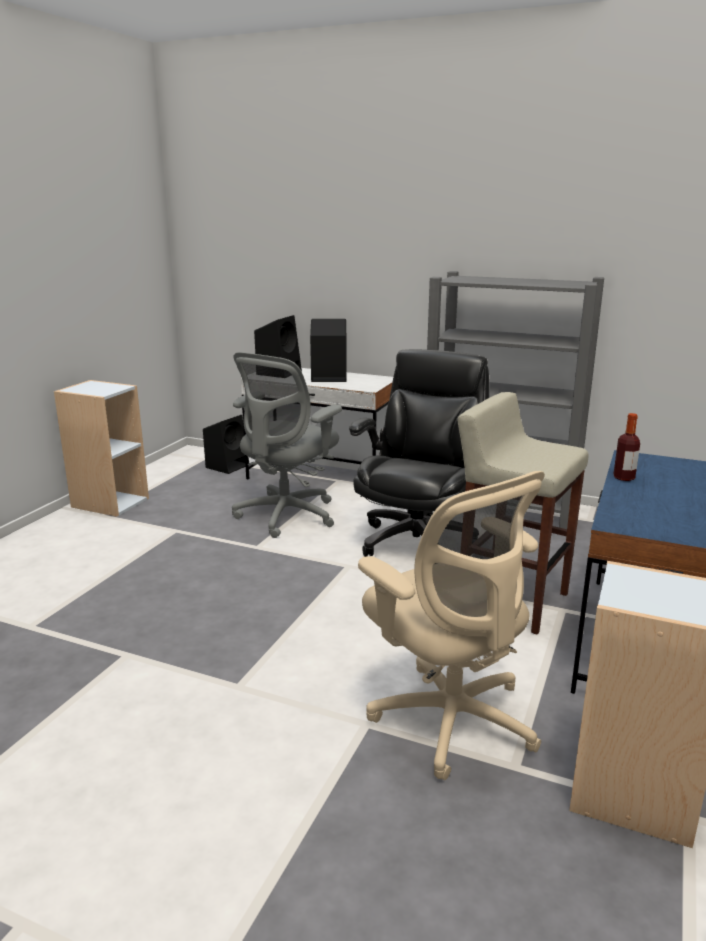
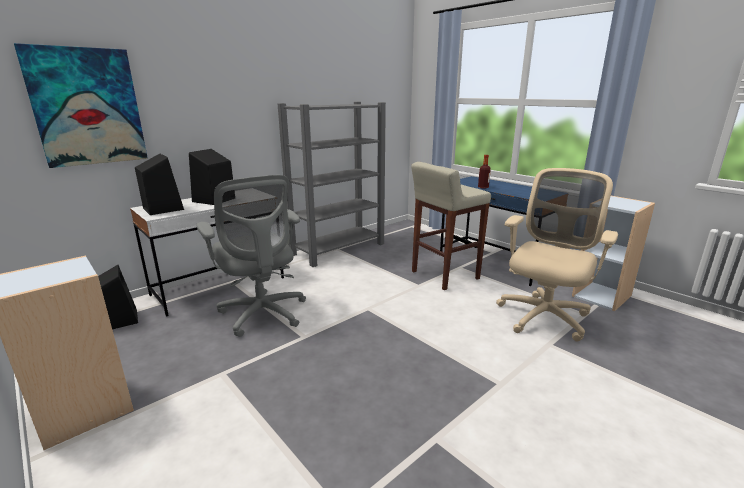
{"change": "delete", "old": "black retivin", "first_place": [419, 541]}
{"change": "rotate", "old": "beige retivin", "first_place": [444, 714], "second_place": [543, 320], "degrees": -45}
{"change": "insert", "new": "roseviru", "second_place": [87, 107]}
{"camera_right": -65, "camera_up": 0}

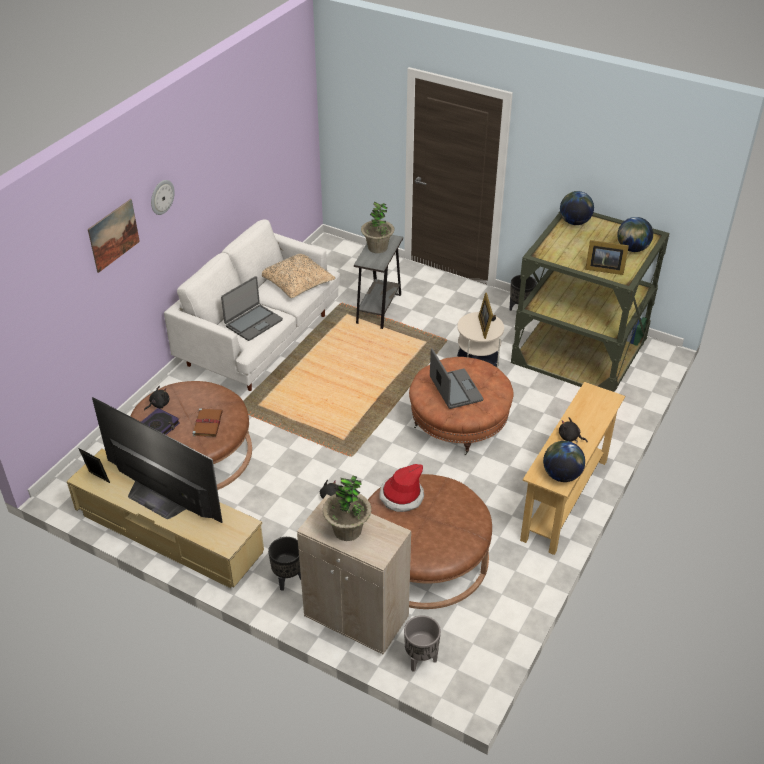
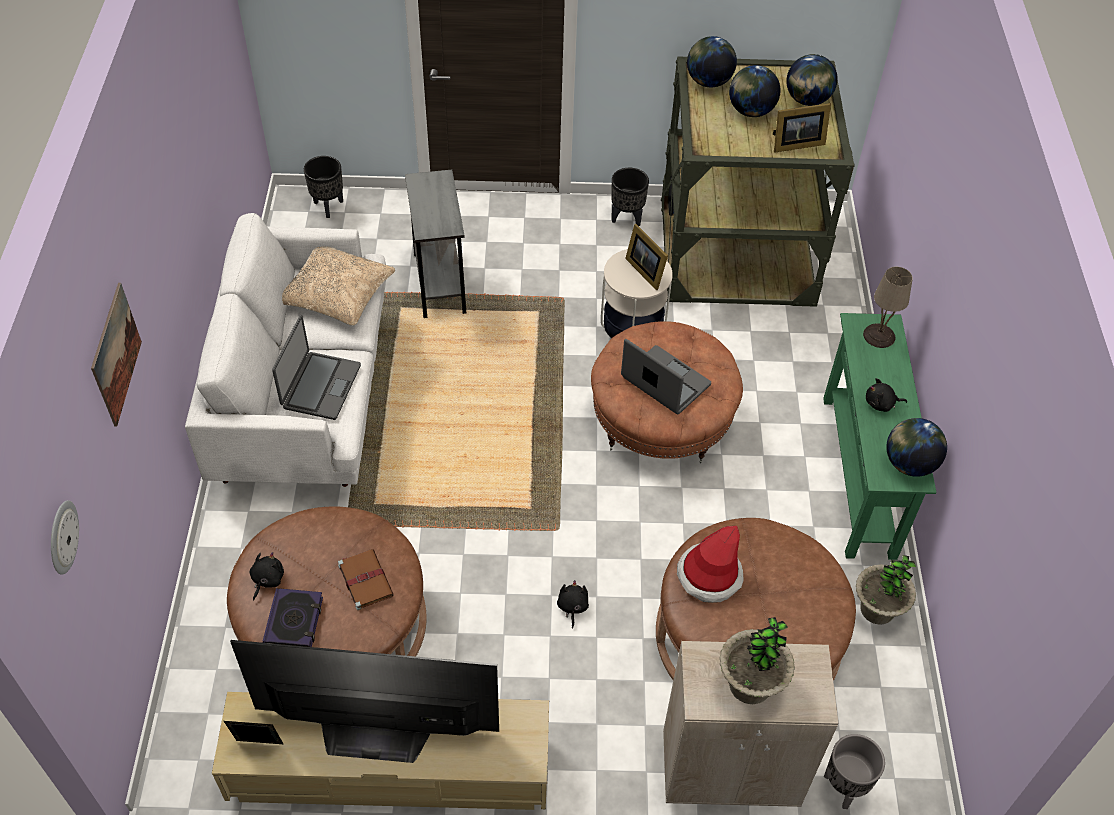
{"change": "move", "old": "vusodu", "first_place": [161, 197], "second_place": [62, 537]}
{"change": "move", "old": "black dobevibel", "first_place": [288, 579], "second_place": [328, 206]}
{"change": "move", "old": "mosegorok", "first_place": [377, 248], "second_place": [877, 609]}
{"change": "recolor", "old": "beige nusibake", "new": "green nusibake", "first_place": [565, 499], "second_place": [859, 475]}
{"change": "insert", "new": "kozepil", "second_place": [750, 111]}
{"change": "insert", "new": "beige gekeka", "second_place": [879, 336]}
{"camera_right": -30, "camera_up": 10}

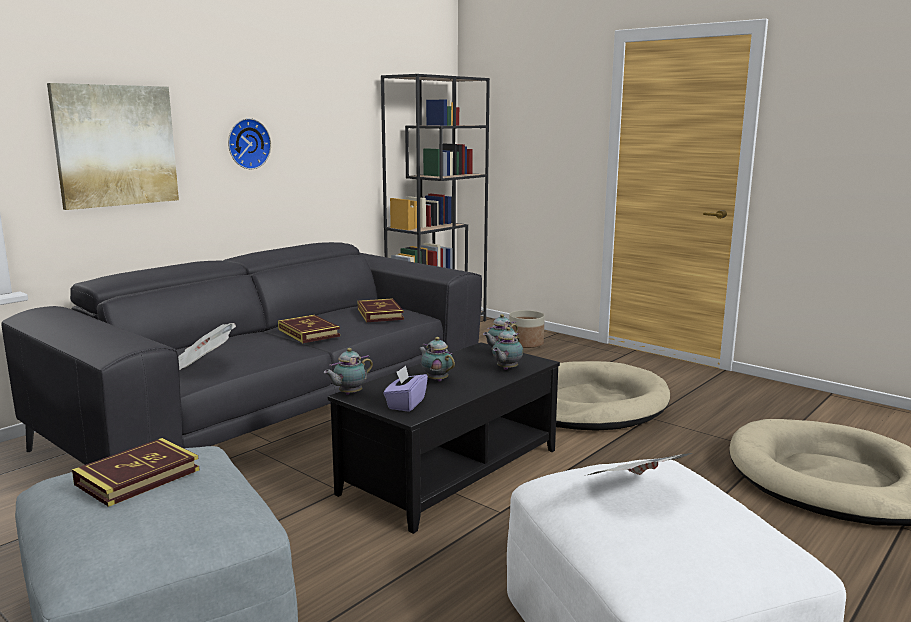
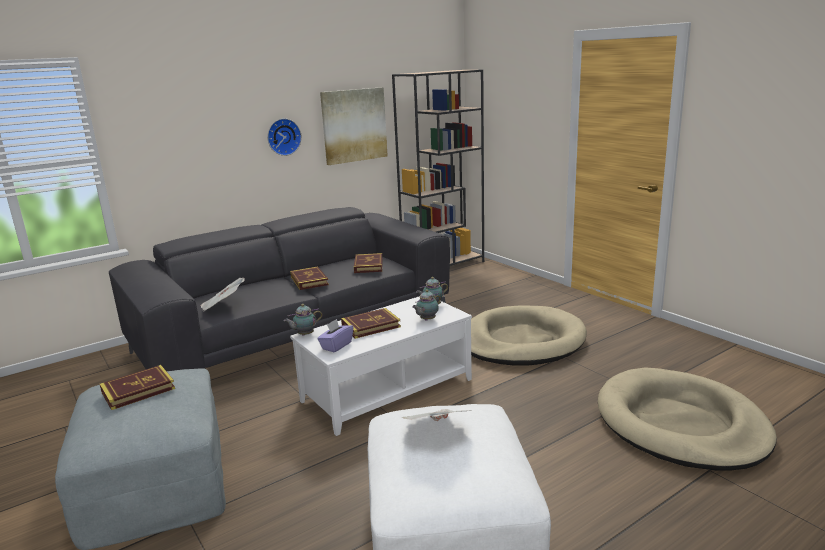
{"change": "move", "old": "roseviru", "first_place": [116, 145], "second_place": [354, 125]}
{"change": "recolor", "old": "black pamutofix", "new": "white pamutofix", "first_place": [449, 470], "second_place": [386, 390]}
{"change": "replace", "old": "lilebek", "new": "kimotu", "first_place": [436, 380], "second_place": [371, 326]}
{"change": "delete", "old": "dobevibel", "first_place": [526, 343]}
{"camera_right": 15, "camera_up": 5}

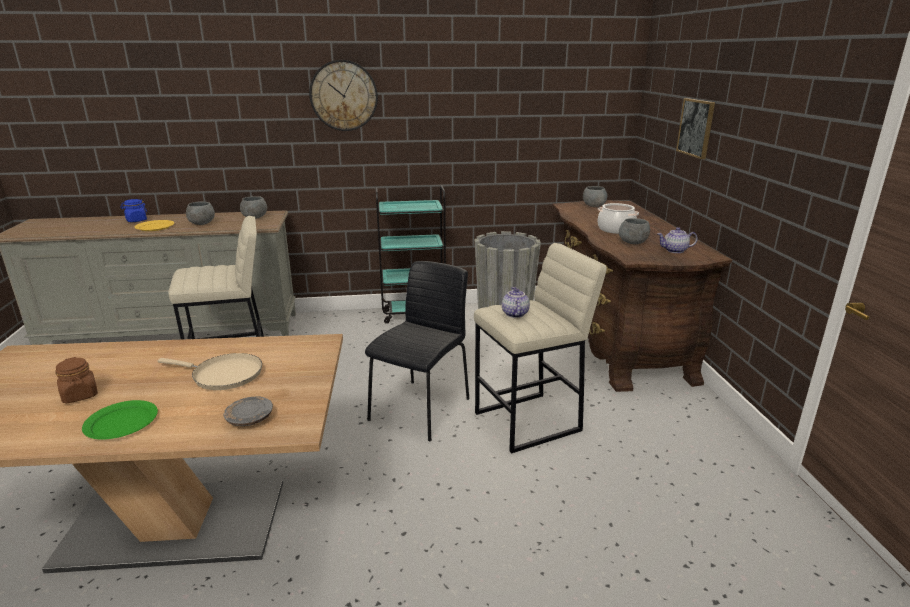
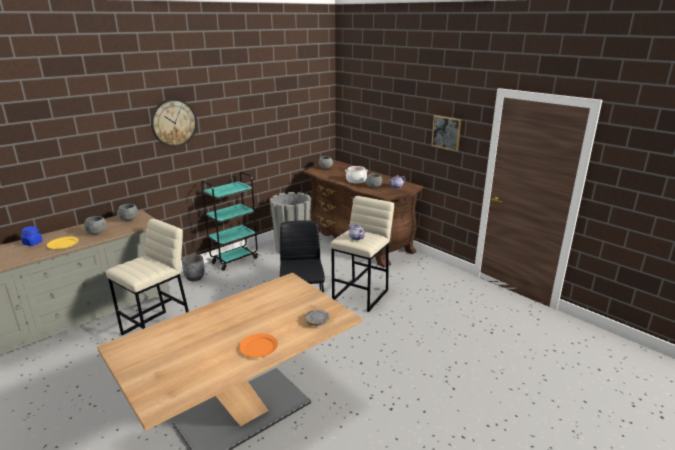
{"change": "delete", "old": "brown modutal", "first_place": [80, 395]}
{"change": "recolor", "old": "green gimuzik", "new": "orange gimuzik", "first_place": [122, 422], "second_place": [258, 347]}
{"change": "delete", "old": "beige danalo", "first_place": [223, 375]}
{"change": "move", "old": "roseviru", "first_place": [696, 128], "second_place": [446, 132]}
{"change": "insert", "new": "grey dobevibel", "second_place": [195, 277]}
{"camera_right": -35, "camera_up": 0}

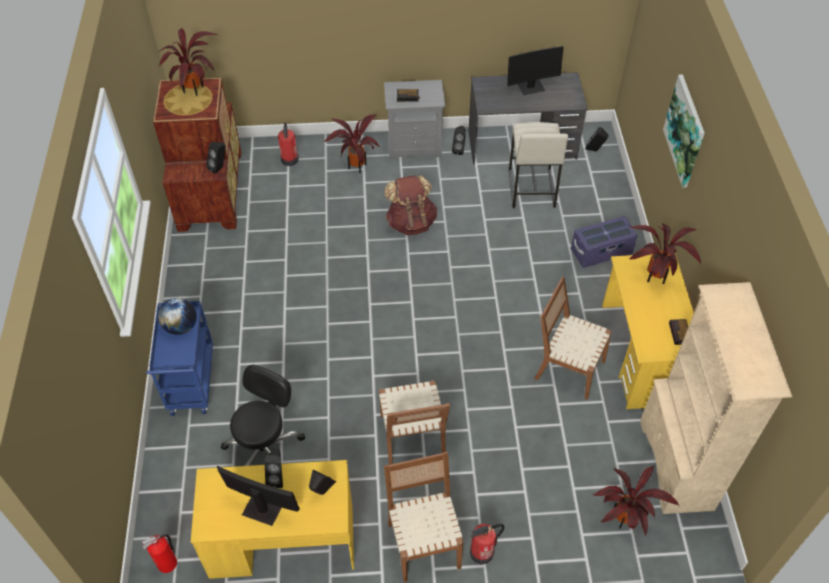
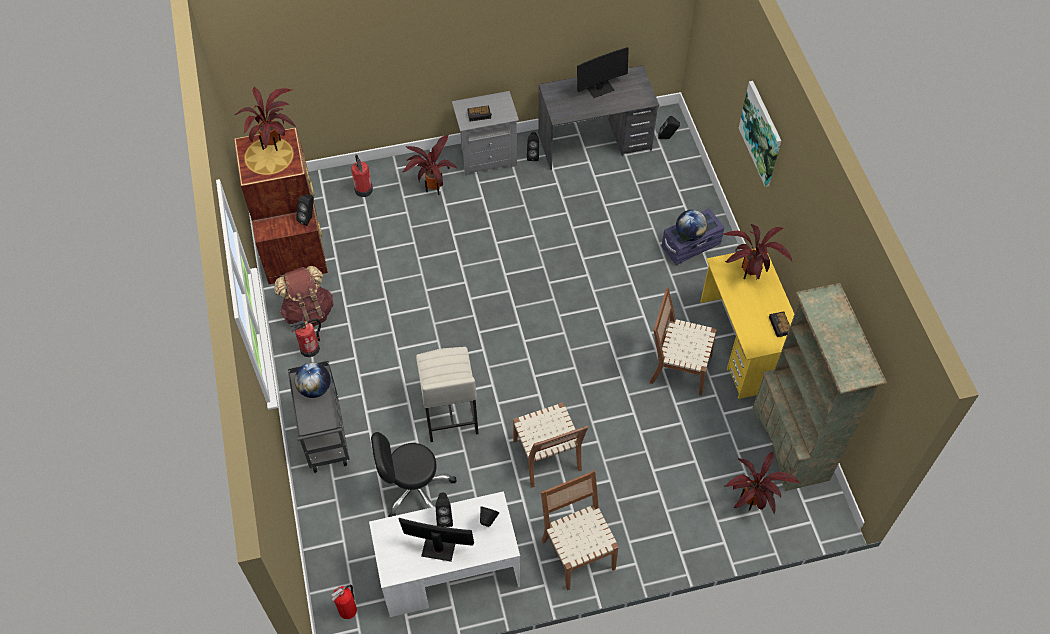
{"change": "recolor", "old": "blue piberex", "new": "grey piberex", "first_place": [192, 385], "second_place": [326, 440]}
{"change": "recolor", "old": "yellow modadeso", "new": "white modadeso", "first_place": [282, 541], "second_place": [448, 572]}
{"change": "rotate", "old": "black retivin", "first_place": [265, 448], "second_place": [412, 489], "degrees": -120}
{"change": "move", "old": "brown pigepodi", "first_place": [411, 222], "second_place": [308, 312]}
{"change": "move", "old": "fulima", "first_place": [482, 552], "second_place": [310, 348]}
{"change": "move", "old": "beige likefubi", "first_place": [531, 188], "second_place": [450, 412]}
{"change": "recolor", "old": "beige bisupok", "new": "green bisupok", "first_place": [677, 464], "second_place": [791, 443]}
{"change": "insert", "new": "kozepil", "second_place": [689, 234]}
{"camera_right": -10, "camera_up": 5}

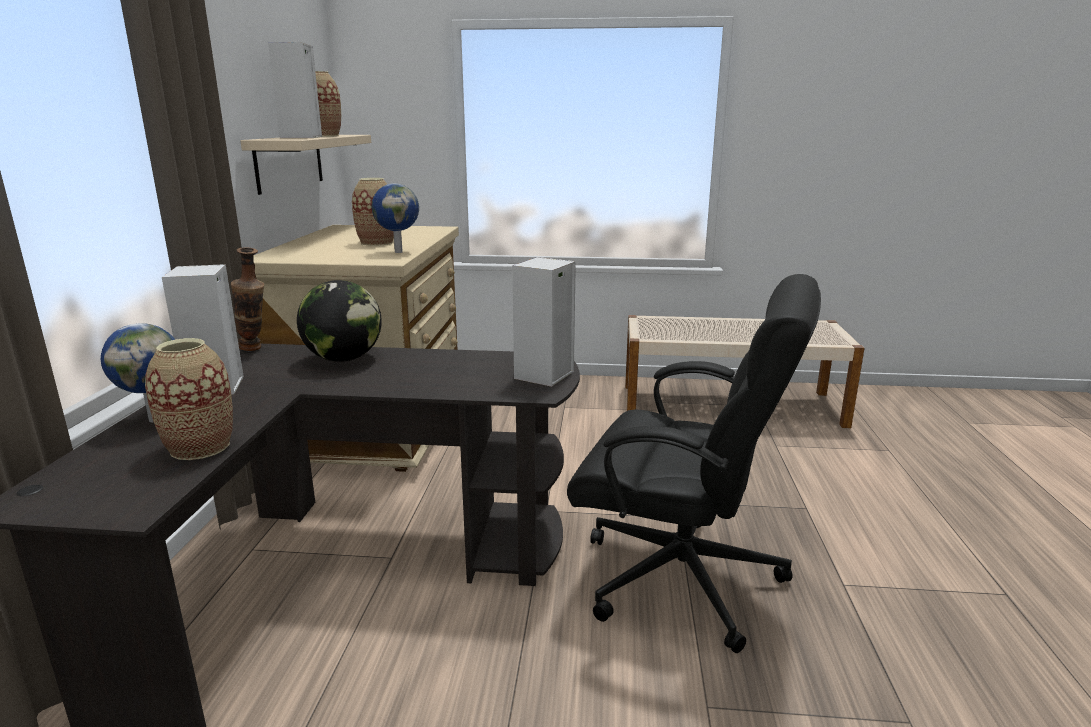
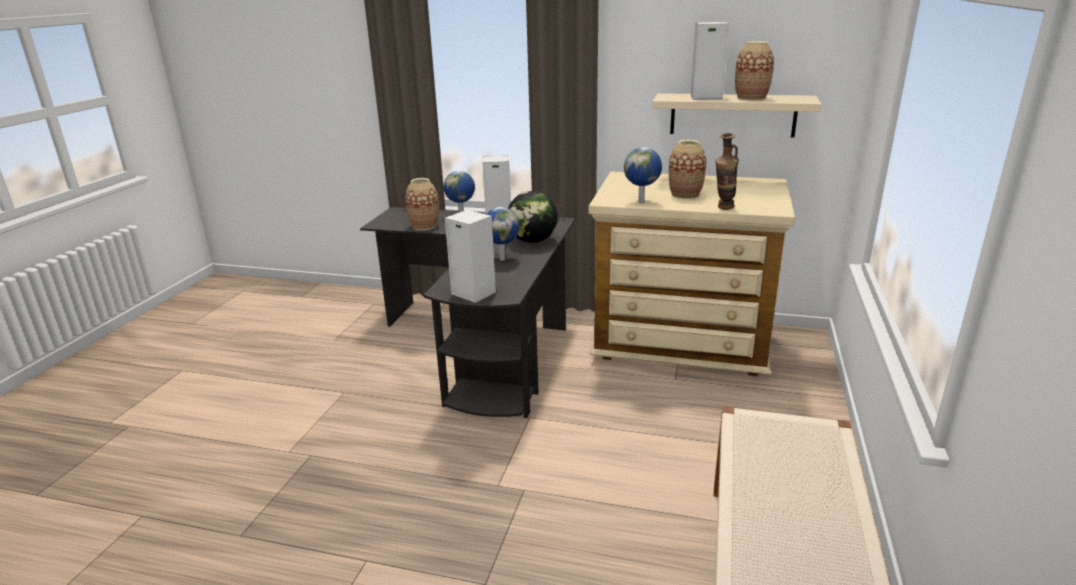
{"change": "move", "old": "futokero", "first_place": [255, 349], "second_place": [723, 209]}
{"change": "delete", "old": "black retivin", "first_place": [679, 577]}
{"change": "insert", "new": "kozepil", "second_place": [502, 259]}
{"camera_right": 100, "camera_up": 5}

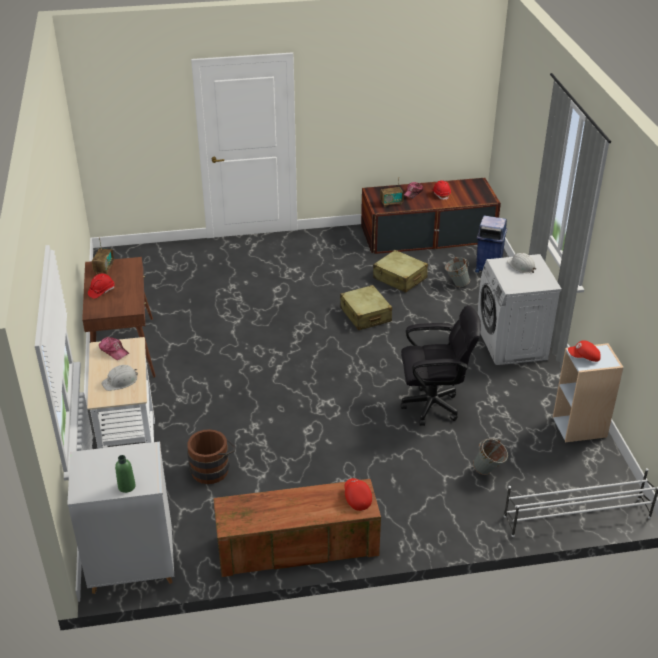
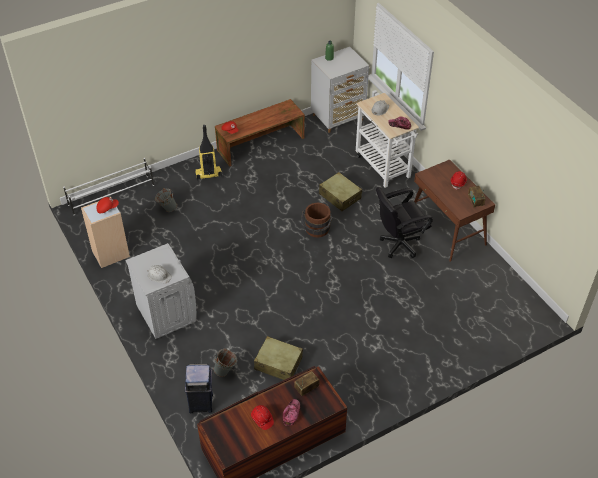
{"change": "move", "old": "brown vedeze", "first_place": [212, 468], "second_place": [316, 230]}
{"change": "move", "old": "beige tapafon", "first_place": [365, 315], "second_place": [340, 196]}
{"change": "move", "old": "black retivin", "first_place": [434, 406], "second_place": [398, 246]}
{"change": "insert", "new": "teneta", "second_place": [208, 175]}
{"camera_right": 160, "camera_up": 10}

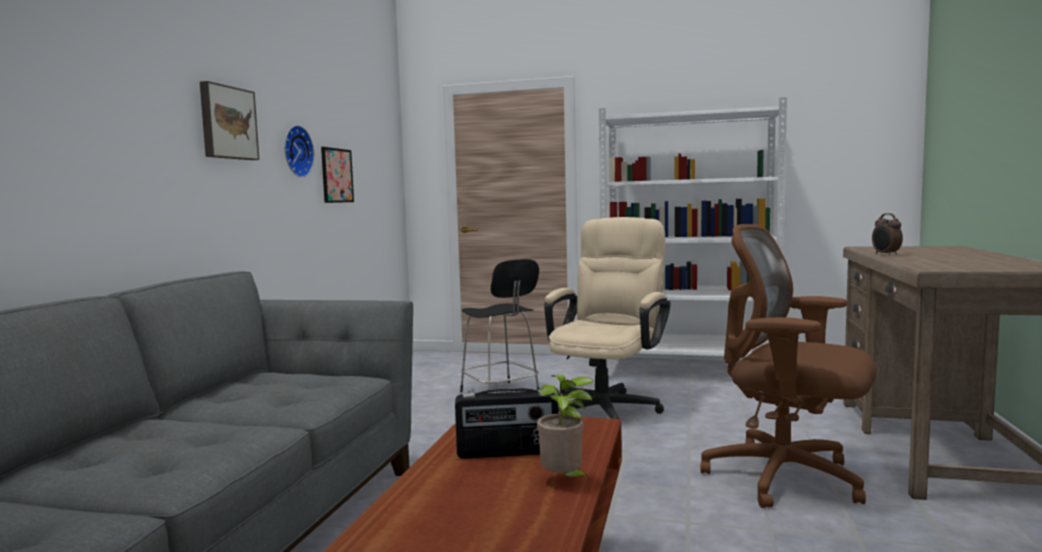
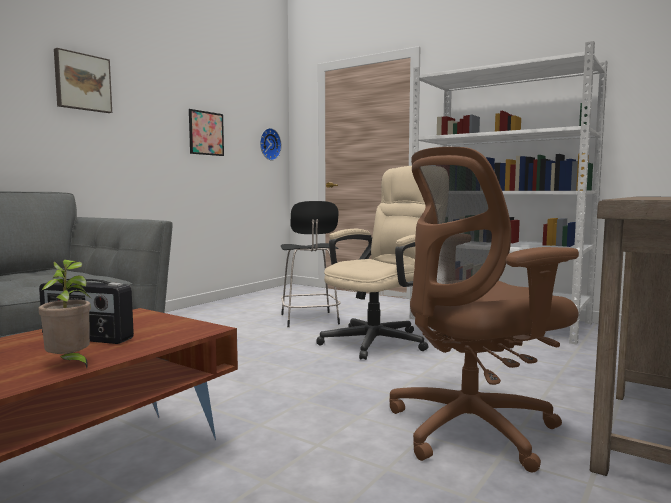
{"change": "move", "old": "vusodu", "first_place": [295, 151], "second_place": [268, 144]}
{"change": "rotate", "old": "brown retivin", "first_place": [793, 477], "second_place": [478, 425], "degrees": -75}
{"change": "delete", "old": "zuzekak", "first_place": [885, 254]}
{"camera_right": 20, "camera_up": 0}

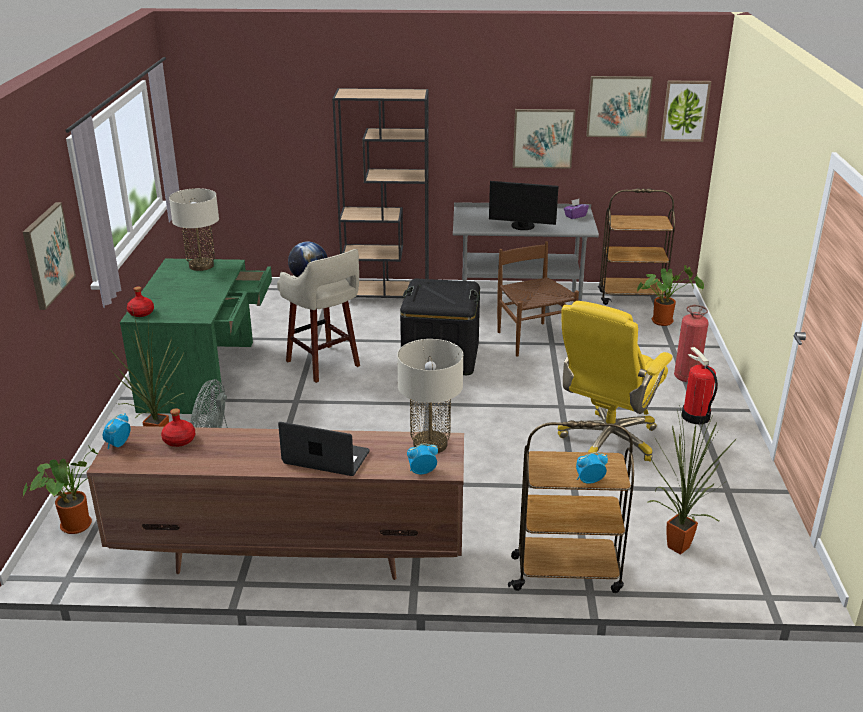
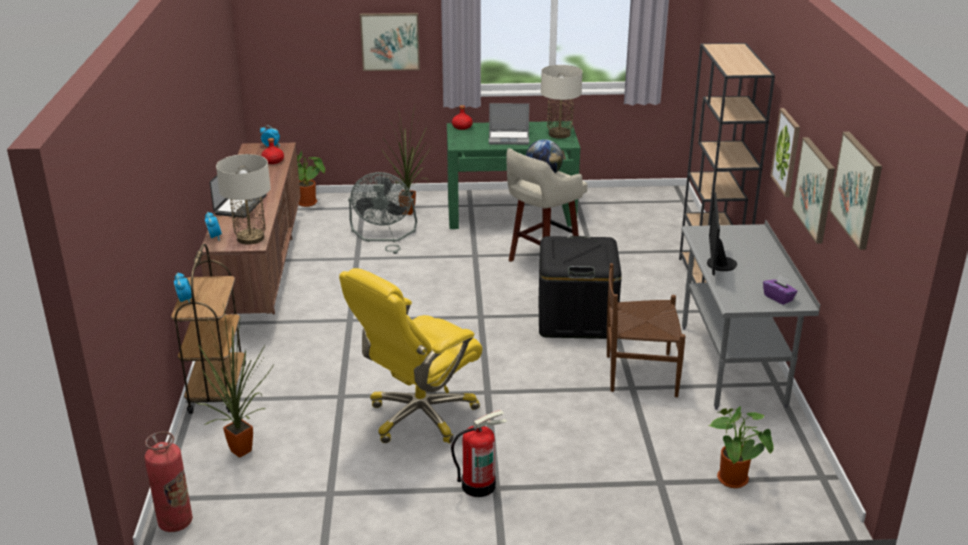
{"change": "rotate", "old": "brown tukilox", "first_place": [532, 338], "second_place": [640, 374], "degrees": -150}
{"change": "rotate", "old": "yellow retivin", "first_place": [606, 443], "second_place": [417, 418], "degrees": -75}
{"change": "delete", "old": "brown piberex", "first_place": [631, 298]}
{"change": "move", "old": "roseviru", "first_place": [685, 111], "second_place": [786, 152]}
{"change": "move", "old": "fulima", "first_place": [686, 377], "second_place": [175, 522]}
{"change": "insert", "new": "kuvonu", "second_place": [509, 138]}
{"camera_right": 85, "camera_up": 0}

